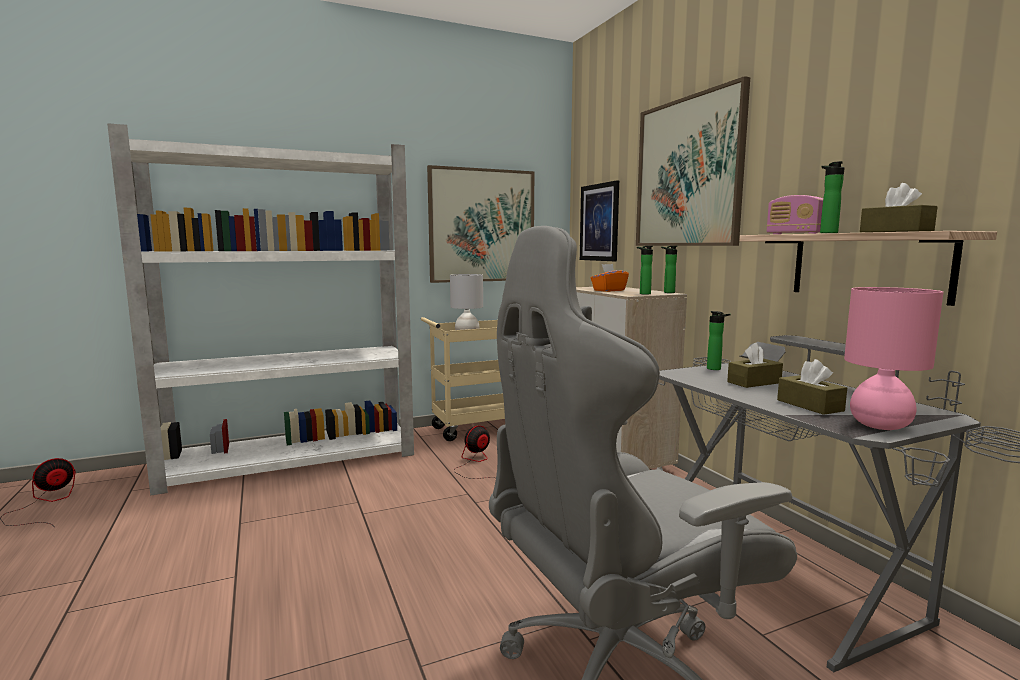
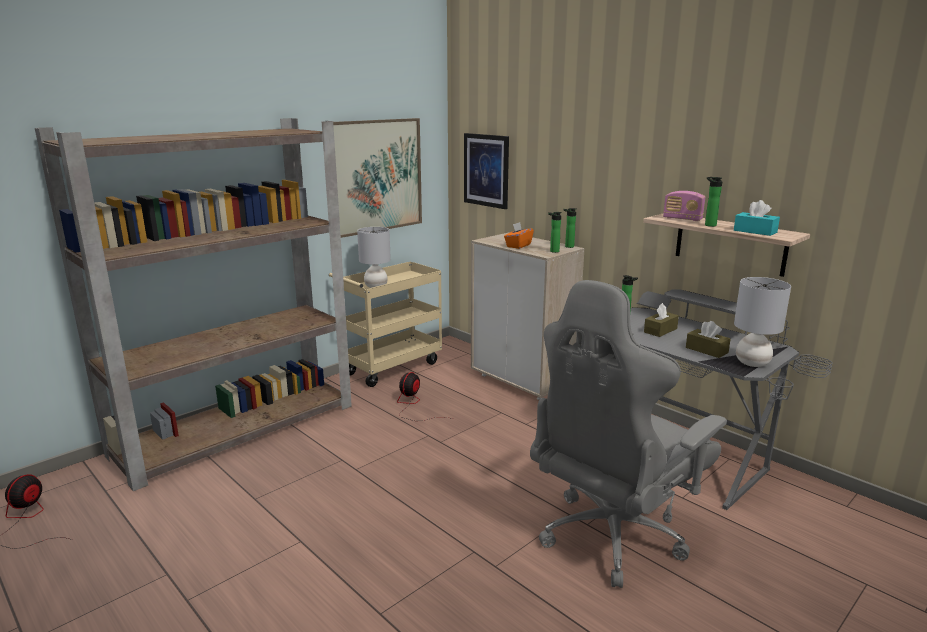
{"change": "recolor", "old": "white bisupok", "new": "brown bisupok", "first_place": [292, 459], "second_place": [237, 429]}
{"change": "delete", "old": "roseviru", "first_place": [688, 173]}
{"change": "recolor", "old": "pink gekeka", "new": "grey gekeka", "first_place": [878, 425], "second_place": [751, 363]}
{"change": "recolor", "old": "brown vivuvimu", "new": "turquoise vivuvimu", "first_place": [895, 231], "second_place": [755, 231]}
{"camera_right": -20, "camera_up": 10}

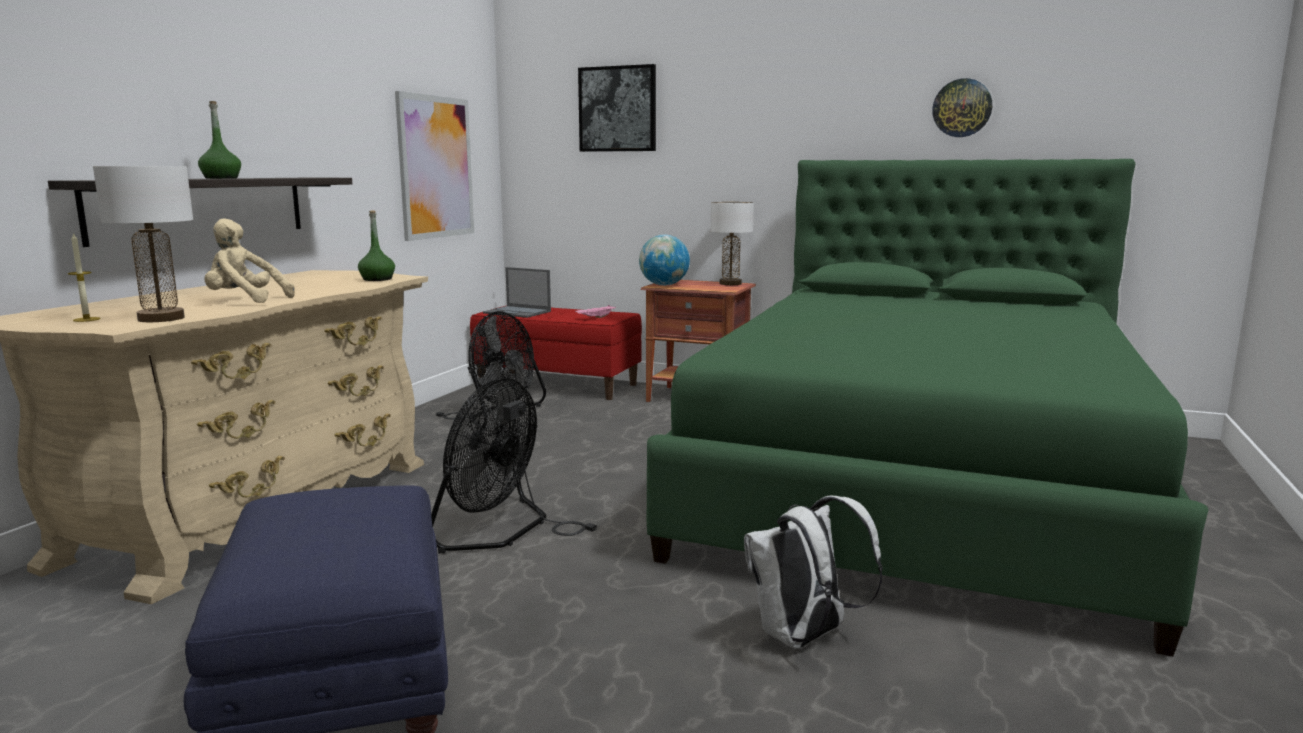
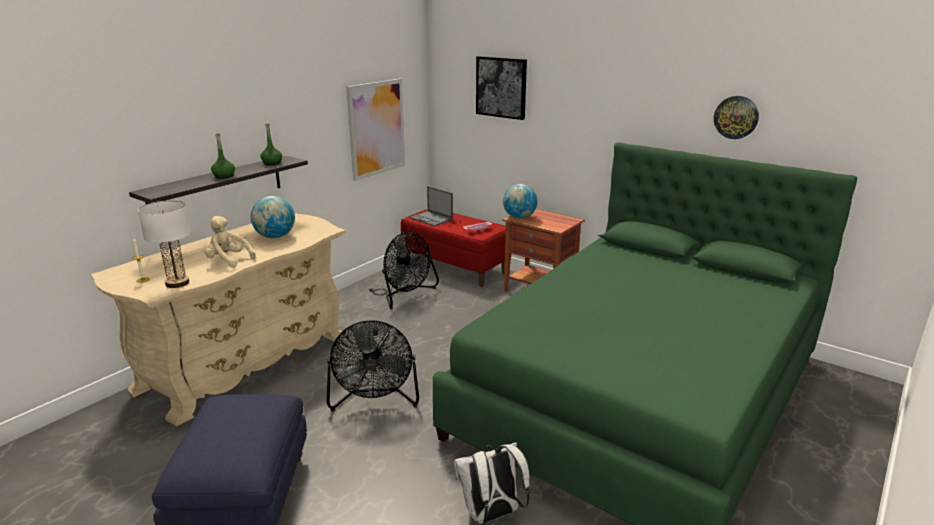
{"change": "move", "old": "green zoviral", "first_place": [377, 279], "second_place": [272, 163]}
{"change": "rotate", "old": "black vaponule", "first_place": [511, 528], "second_place": [371, 398], "degrees": -135}
{"change": "delete", "old": "gekeka", "first_place": [730, 283]}
{"change": "insert", "new": "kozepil", "second_place": [275, 237]}
{"camera_right": 15, "camera_up": 10}

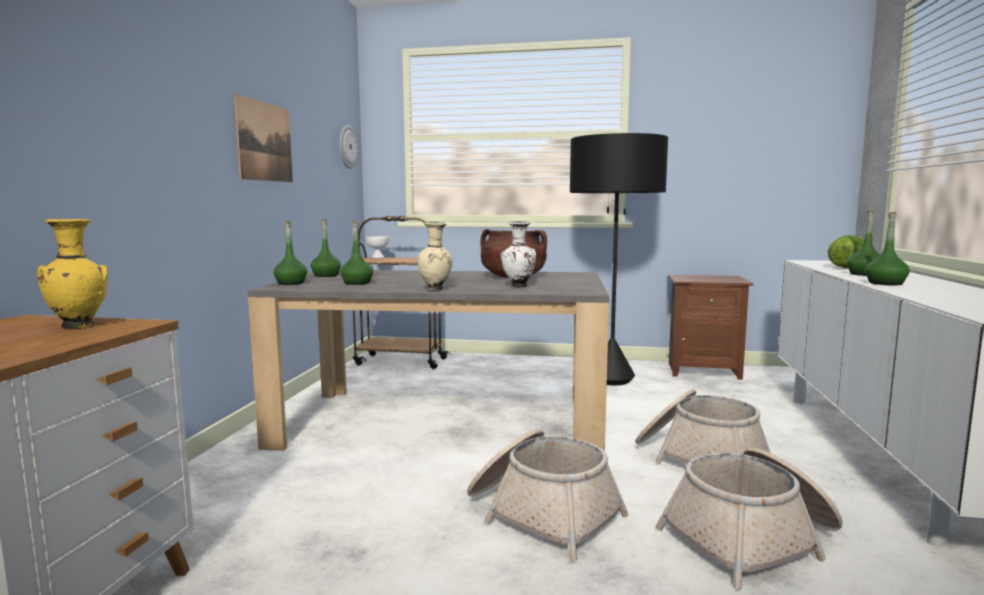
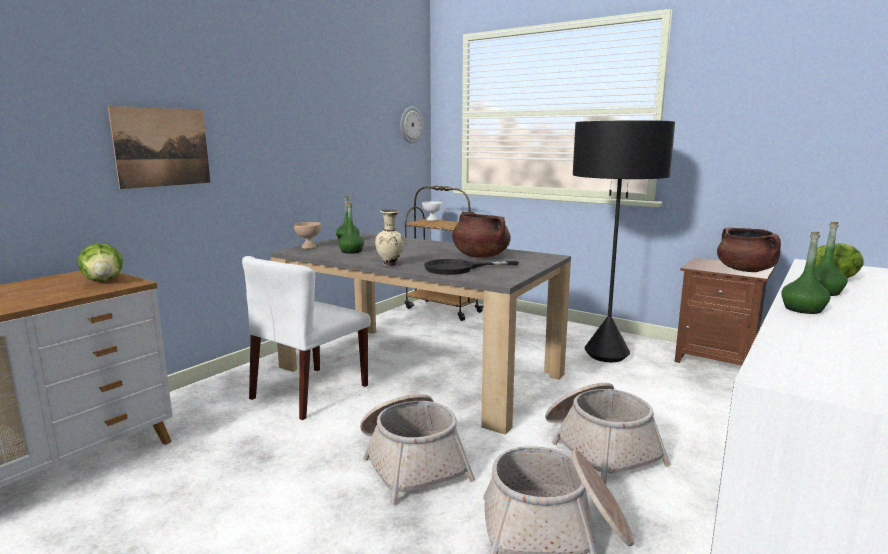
{"change": "replace", "old": "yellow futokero", "new": "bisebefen", "first_place": [79, 326], "second_place": [103, 281]}
{"change": "move", "old": "roseviru", "first_place": [265, 141], "second_place": [162, 147]}
{"change": "replace", "old": "green zoviral", "new": "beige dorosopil", "first_place": [291, 283], "second_place": [309, 247]}
{"change": "replace", "old": "white futokero", "new": "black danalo", "first_place": [518, 287], "second_place": [458, 269]}
{"change": "insert", "new": "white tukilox", "second_place": [310, 392]}
{"change": "insert", "new": "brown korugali", "second_place": [746, 270]}
{"camera_right": 25, "camera_up": 5}

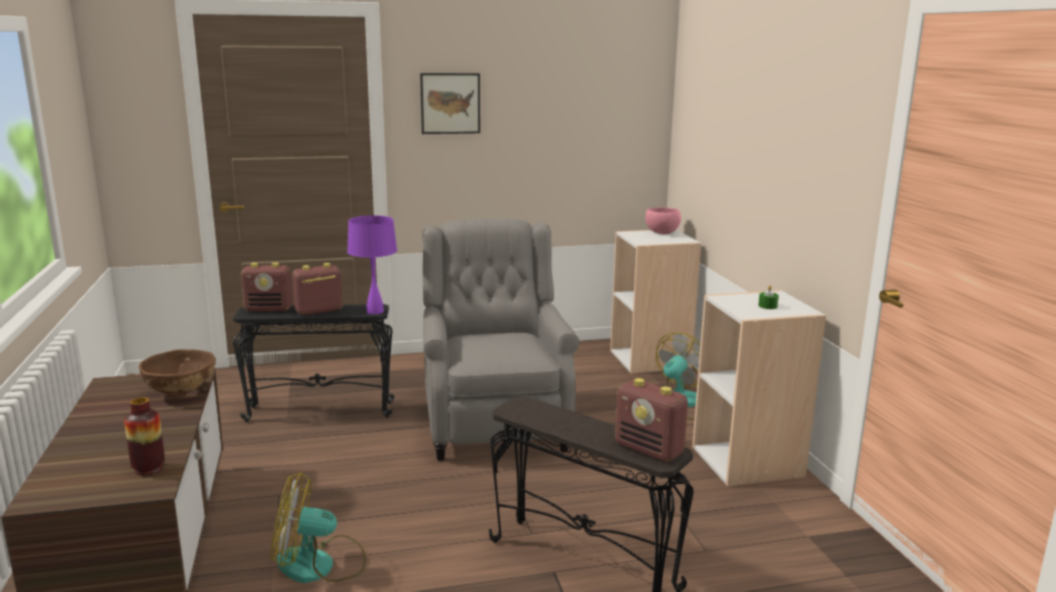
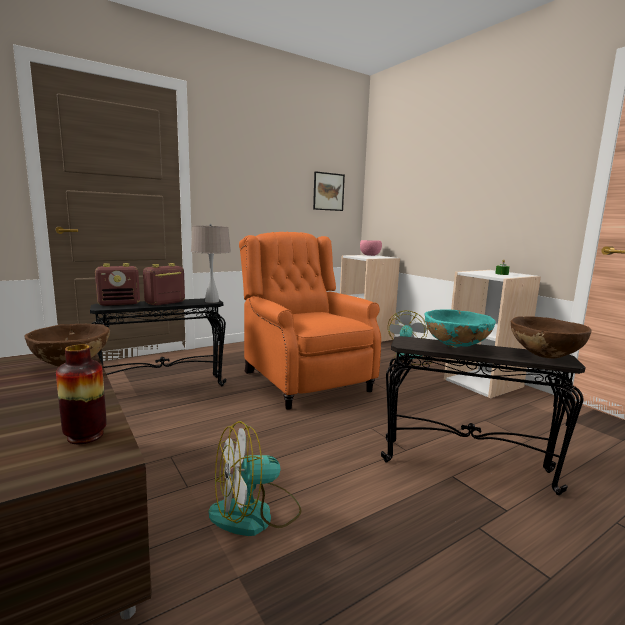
{"change": "recolor", "old": "purple gekeka", "new": "beige gekeka", "first_place": [375, 311], "second_place": [212, 301]}
{"change": "move", "old": "roseviru", "first_place": [450, 103], "second_place": [328, 191]}
{"change": "recolor", "old": "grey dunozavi", "new": "orange dunozavi", "first_place": [494, 423], "second_place": [305, 380]}
{"change": "replace", "old": "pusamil", "new": "brown dorosopil", "first_place": [649, 450], "second_place": [544, 356]}
{"change": "insert", "new": "turquoise dorosopil", "second_place": [456, 347]}
{"camera_right": -20, "camera_up": -5}

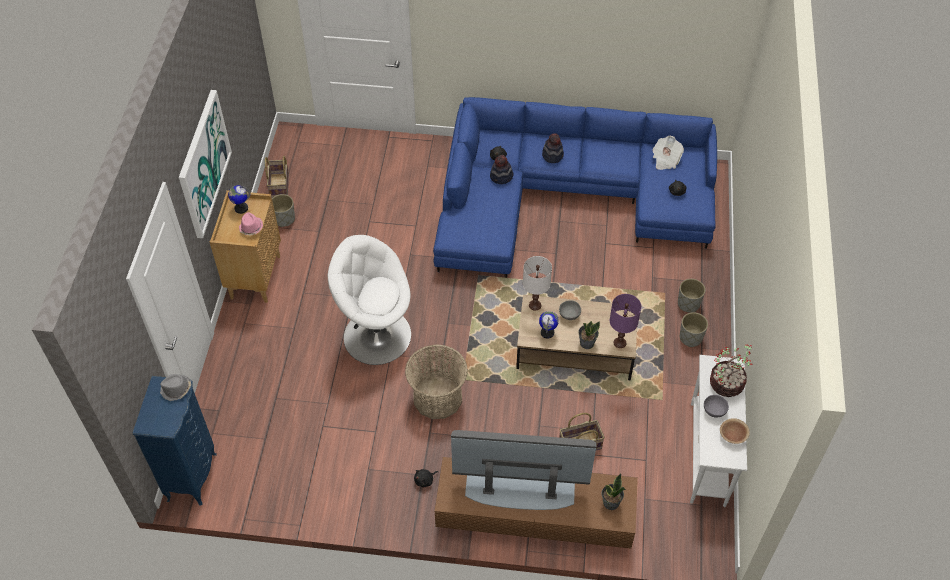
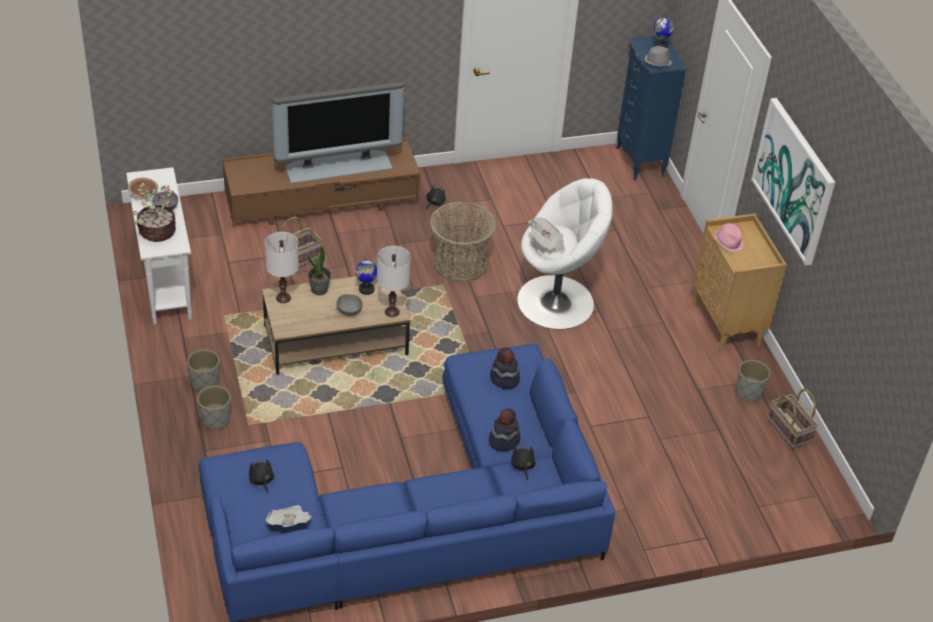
{"change": "move", "old": "kozepil", "first_place": [241, 208], "second_place": [660, 46]}
{"change": "move", "old": "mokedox", "first_place": [552, 155], "second_place": [504, 379]}
{"change": "delete", "old": "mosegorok", "first_place": [610, 503]}
{"change": "recolor", "old": "purple gekeka", "new": "white gekeka", "first_place": [620, 343], "second_place": [283, 298]}
{"change": "insert", "new": "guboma", "second_place": [546, 243]}
{"camera_right": 155, "camera_up": -10}

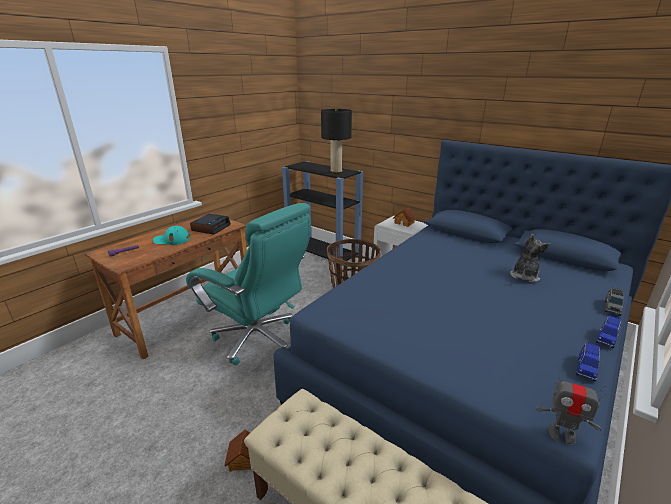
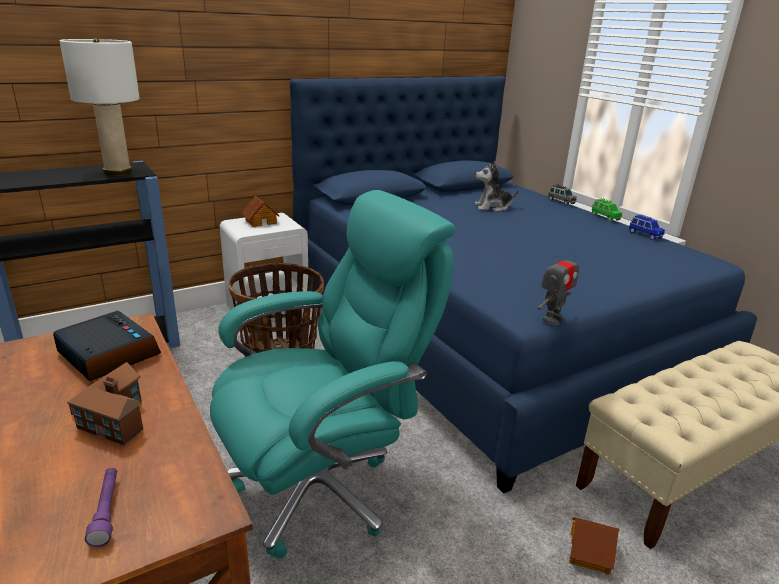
{"change": "replace", "old": "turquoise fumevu", "new": "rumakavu", "first_place": [172, 240], "second_place": [113, 416]}
{"change": "recolor", "old": "black gekeka", "new": "white gekeka", "first_place": [336, 173], "second_place": [118, 172]}
{"change": "rotate", "old": "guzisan", "first_place": [524, 276], "second_place": [492, 207], "degrees": -60}
{"change": "move", "old": "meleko", "first_place": [562, 434], "second_place": [552, 319]}
{"change": "recolor", "old": "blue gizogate", "new": "green gizogate", "first_place": [607, 338], "second_place": [605, 217]}
{"camera_right": -70, "camera_up": 0}

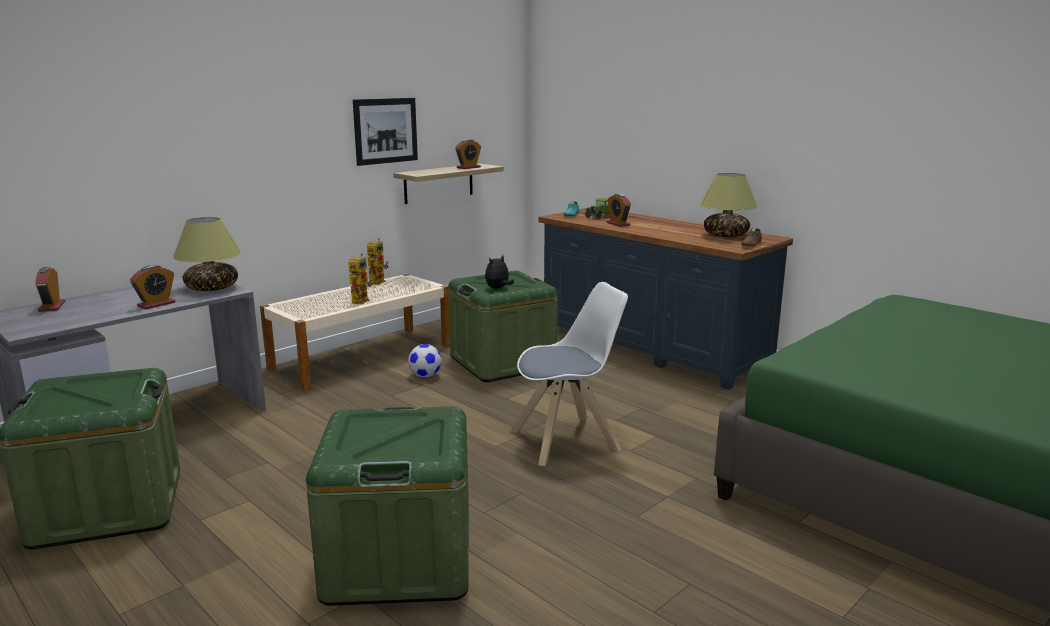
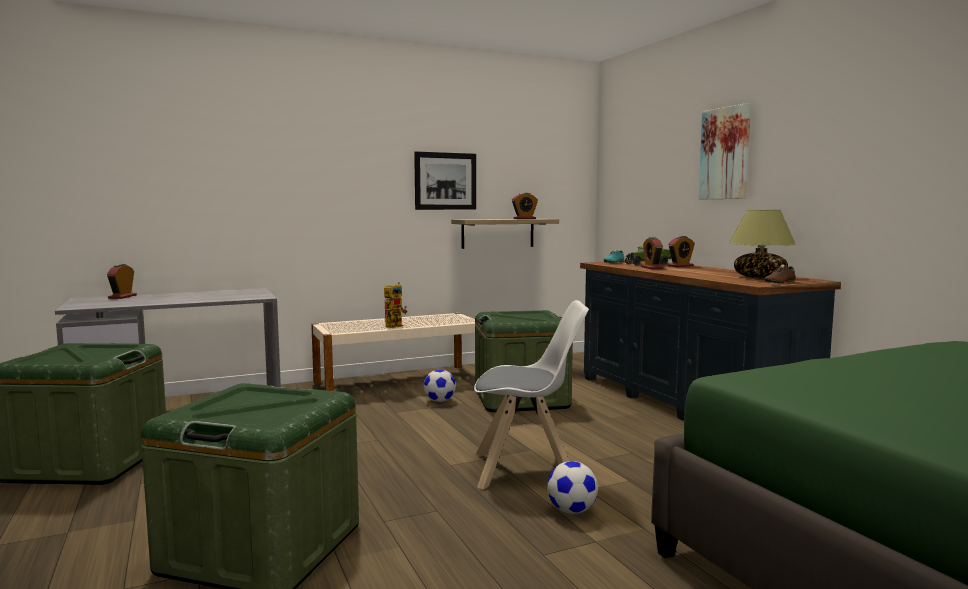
{"change": "move", "old": "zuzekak", "first_place": [156, 304], "second_place": [680, 266]}
{"change": "delete", "old": "gekeka", "first_place": [212, 288]}
{"change": "delete", "old": "meleko", "first_place": [377, 281]}
{"change": "delete", "old": "guzisan", "first_place": [498, 288]}
{"change": "insert", "new": "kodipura", "second_place": [572, 511]}
{"change": "insert", "new": "roseviru", "second_place": [725, 153]}
{"camera_right": 20, "camera_up": -10}

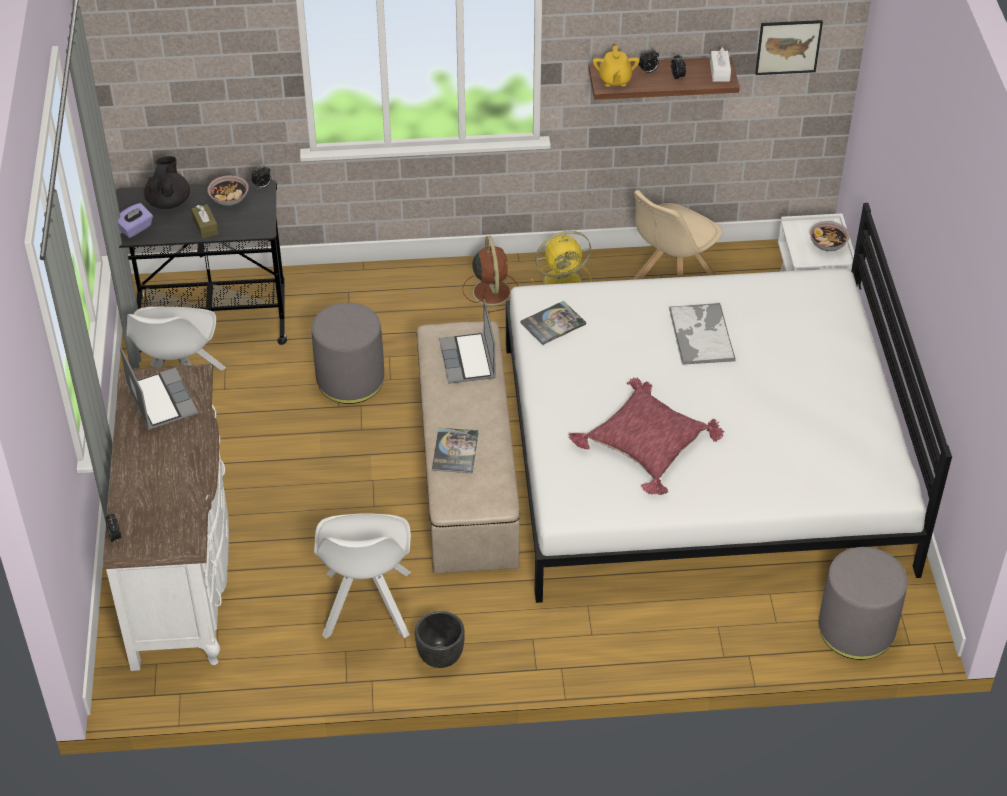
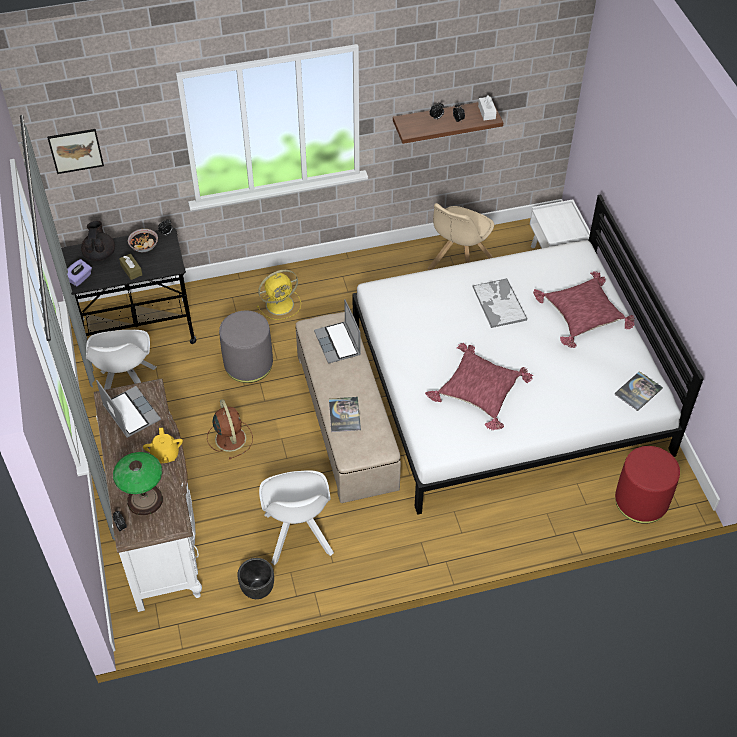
{"change": "move", "old": "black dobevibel", "first_place": [440, 657], "second_place": [257, 589]}
{"change": "move", "old": "brown vaponule", "first_place": [491, 291], "second_place": [230, 437]}
{"change": "move", "old": "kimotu", "first_place": [553, 323], "second_place": [638, 391]}
{"change": "move", "old": "yellow vaponule", "first_place": [564, 281], "second_place": [281, 304]}
{"change": "move", "old": "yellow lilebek", "first_place": [614, 80], "second_place": [165, 455]}
{"change": "move", "old": "roseviru", "first_place": [788, 47], "second_place": [76, 150]}
{"change": "delete", "old": "dorosopil", "first_place": [828, 244]}
{"change": "recolor", "old": "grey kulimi", "new": "red kulimi", "first_place": [856, 629], "second_place": [641, 501]}
{"change": "insert", "new": "gekeka", "second_place": [145, 500]}
{"change": "insert", "new": "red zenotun", "second_place": [582, 312]}
{"camera_right": -10, "camera_up": 5}

